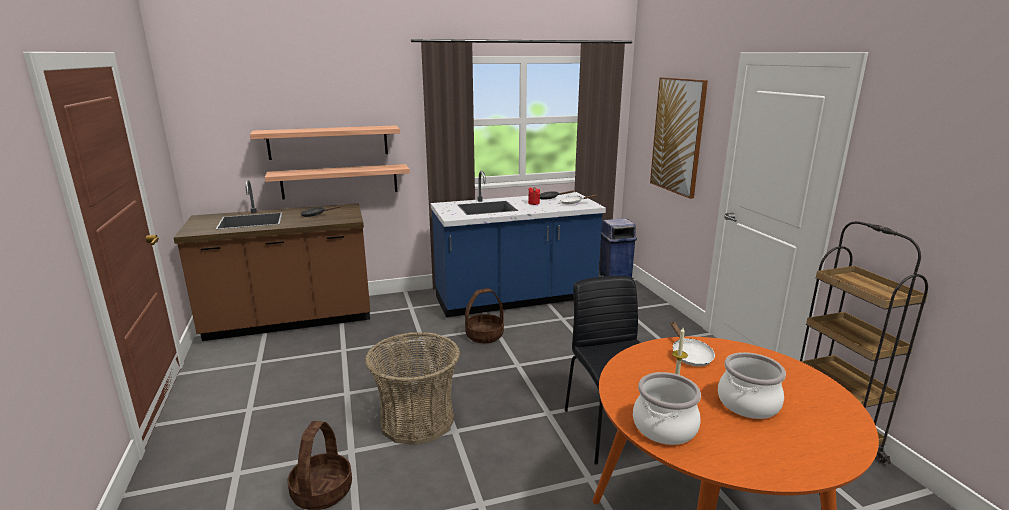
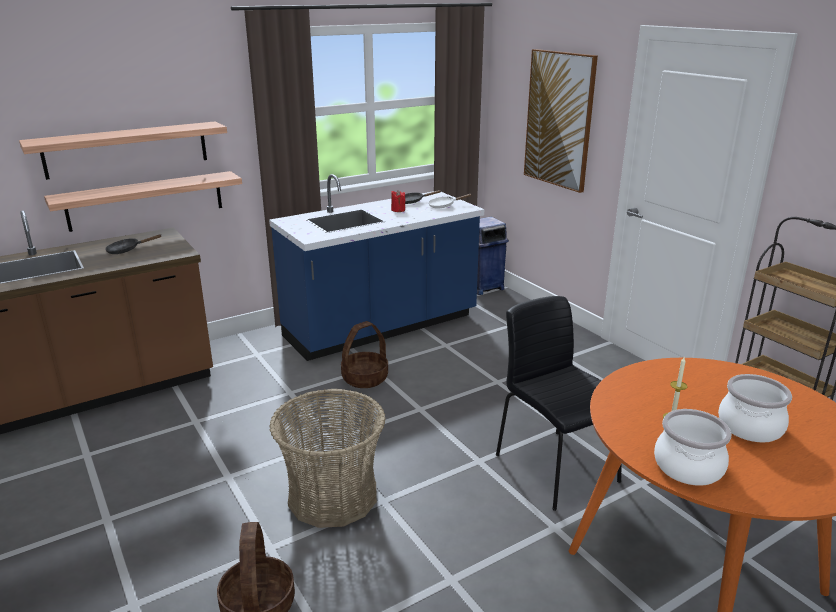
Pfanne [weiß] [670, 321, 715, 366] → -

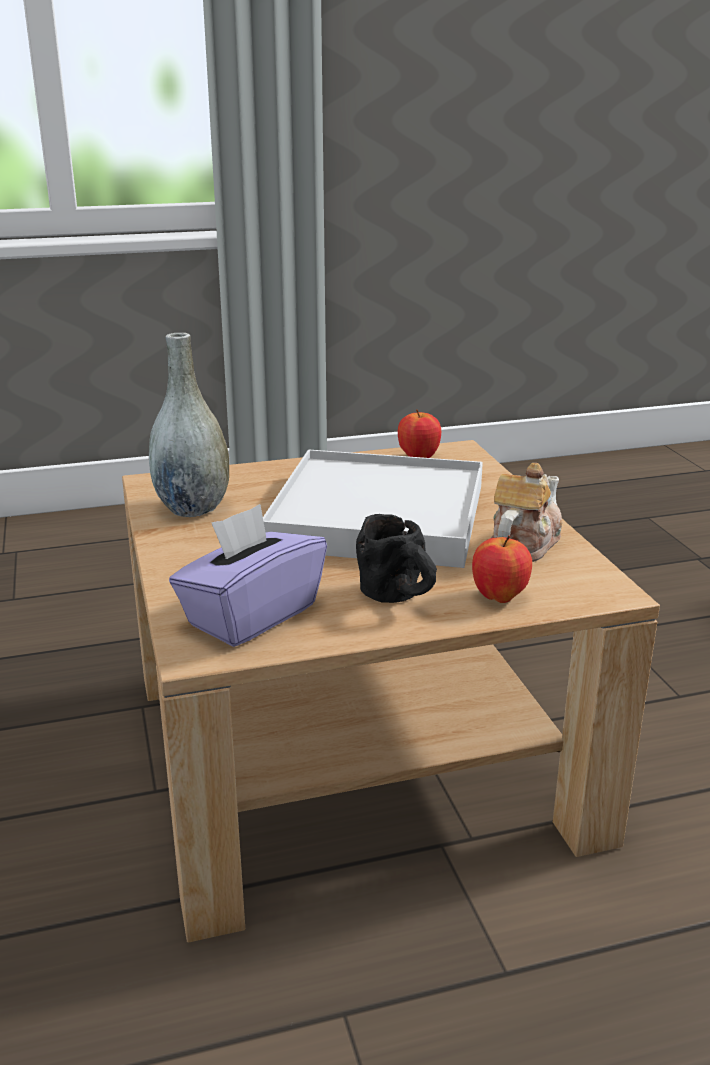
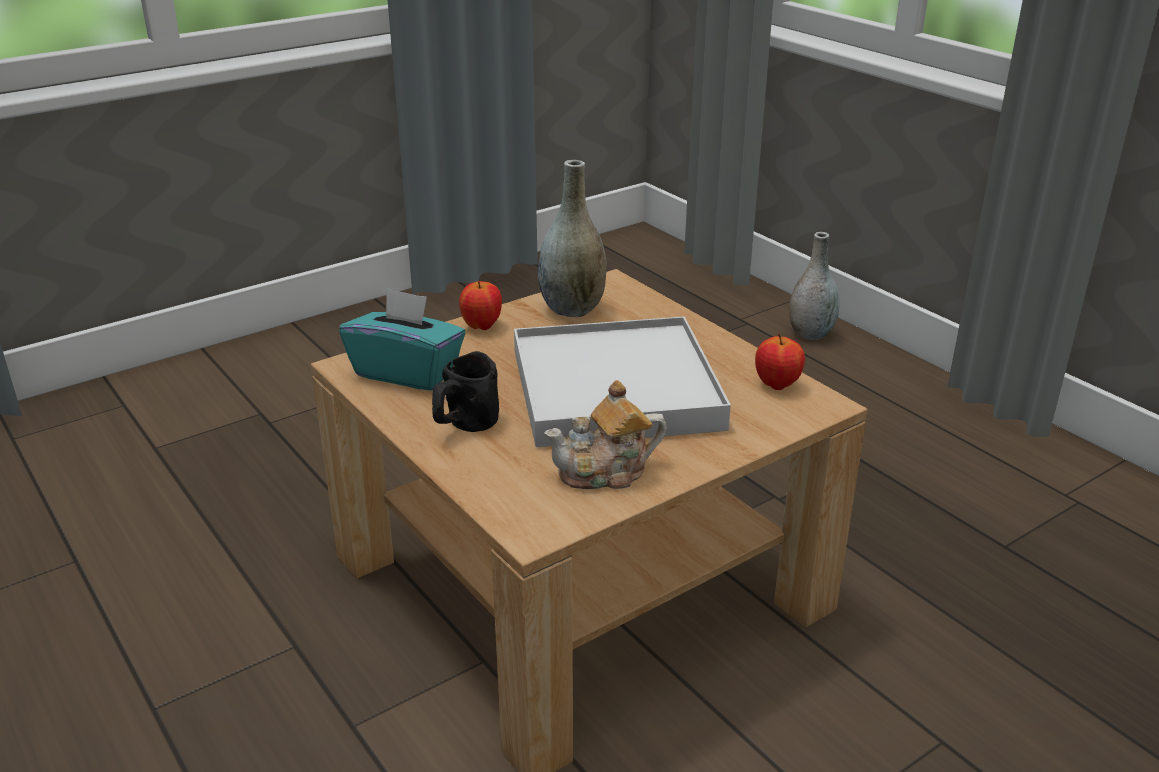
- → Vase [grau] [789, 232, 839, 340]
Apfel [472, 535, 532, 603] → Apfel [459, 281, 502, 330], move
Taschentuchbox [lila] [169, 504, 327, 647] → Taschentuchbox [türkis] [339, 288, 466, 391]
Teekanne [491, 463, 563, 562] → Teekanne [544, 380, 667, 489], 150 degrees clockwise

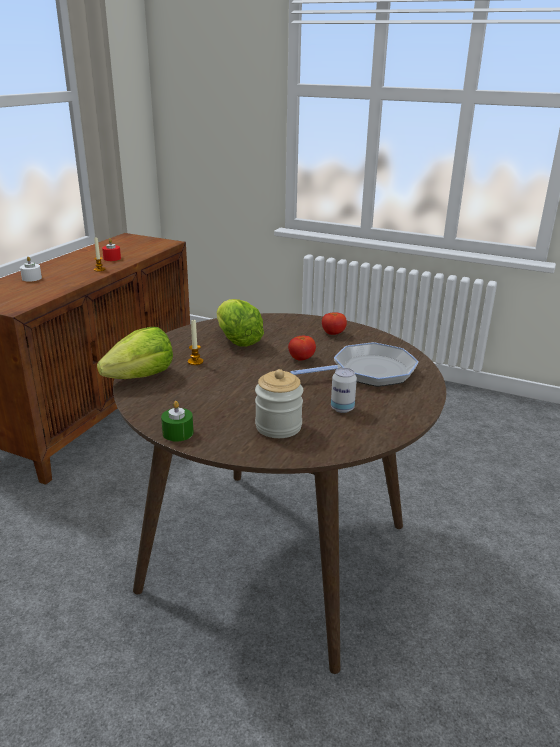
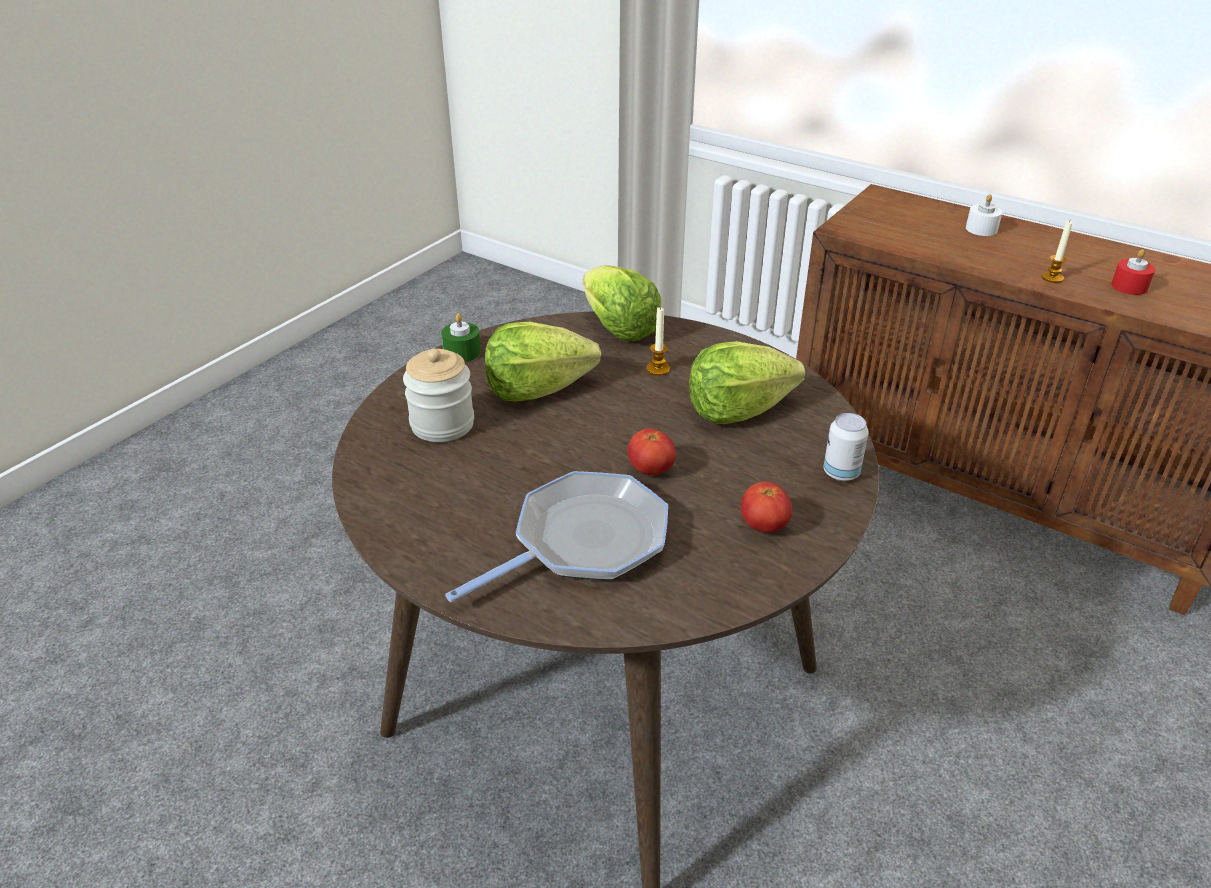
- → Salatkopf [485, 322, 601, 402]
Dose [331, 368, 357, 413] → Dose [824, 413, 869, 481], move
Pfanne [290, 342, 419, 387] → Pfanne [445, 471, 668, 602], 120 degrees counterclockwise

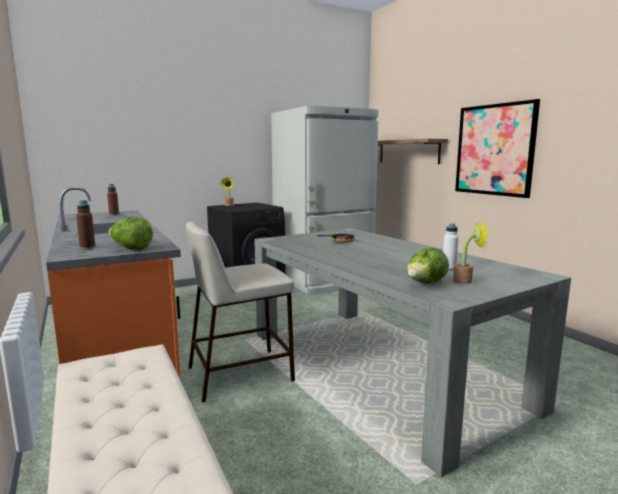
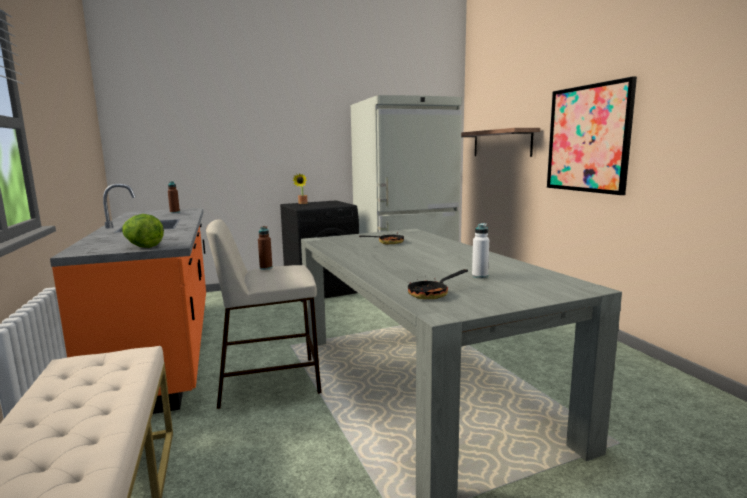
Topfpflanze [453, 221, 490, 284] → -
Flasche [braun] [76, 200, 95, 249] → Flasche [braun] [258, 226, 273, 270], move
Salatkopf [407, 248, 449, 284] → Pfanne [408, 269, 468, 299]

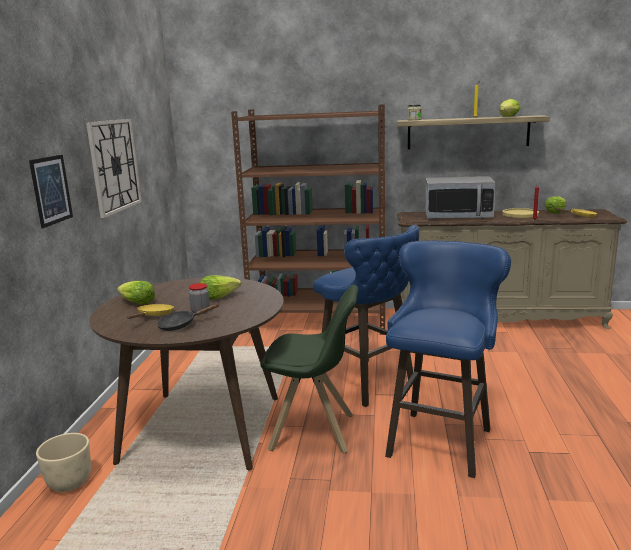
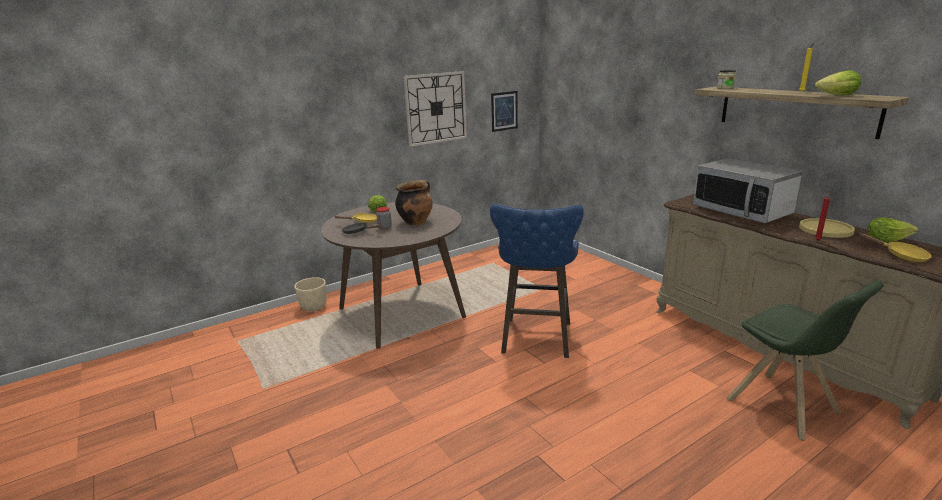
Bücherregal [braun] [231, 104, 385, 335] → -
Hocker [blau] [385, 240, 511, 478] → -
Bild [29, 155, 73, 228] → Bild [491, 91, 518, 132], move
Stuhl [grün] [260, 285, 358, 453] → Stuhl [grün] [727, 280, 884, 440], move
Salatkopf [200, 275, 241, 300] → Kochtopf [395, 180, 433, 226]

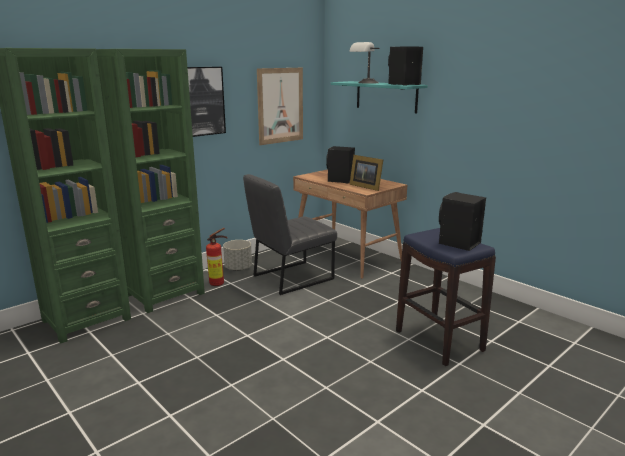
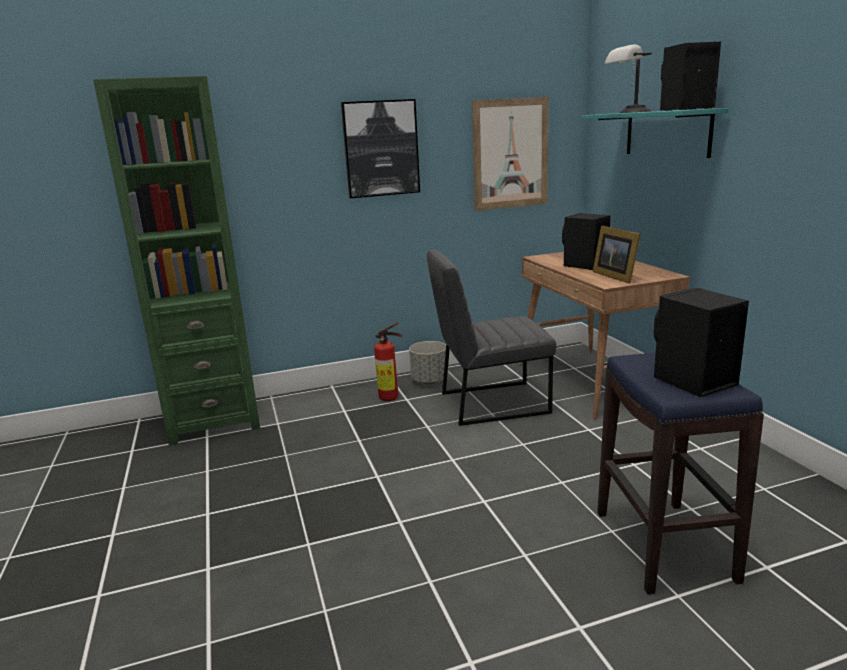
Bücherregal [grün] [96, 49, 205, 313] → -

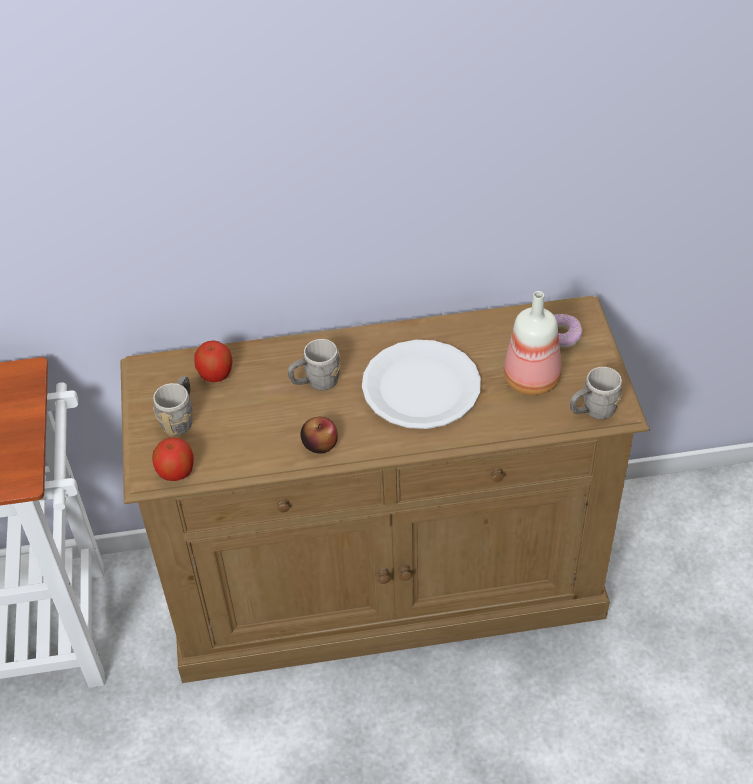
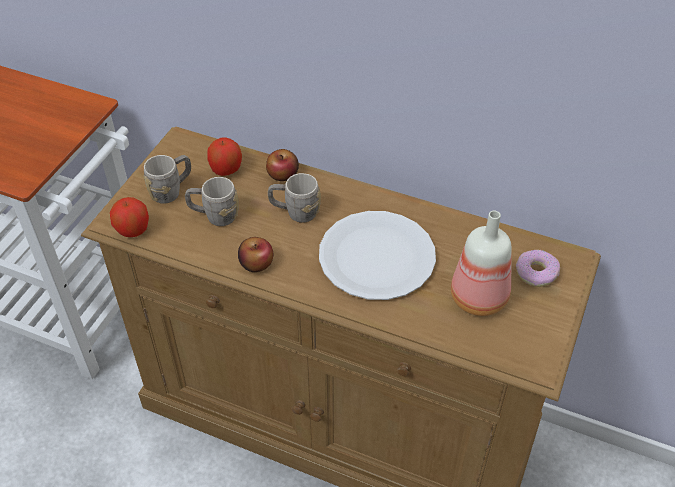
- → Apfel [266, 149, 299, 181]
Henkelbecher [grau] [570, 367, 622, 419] → Henkelbecher [grau] [185, 177, 239, 226], move

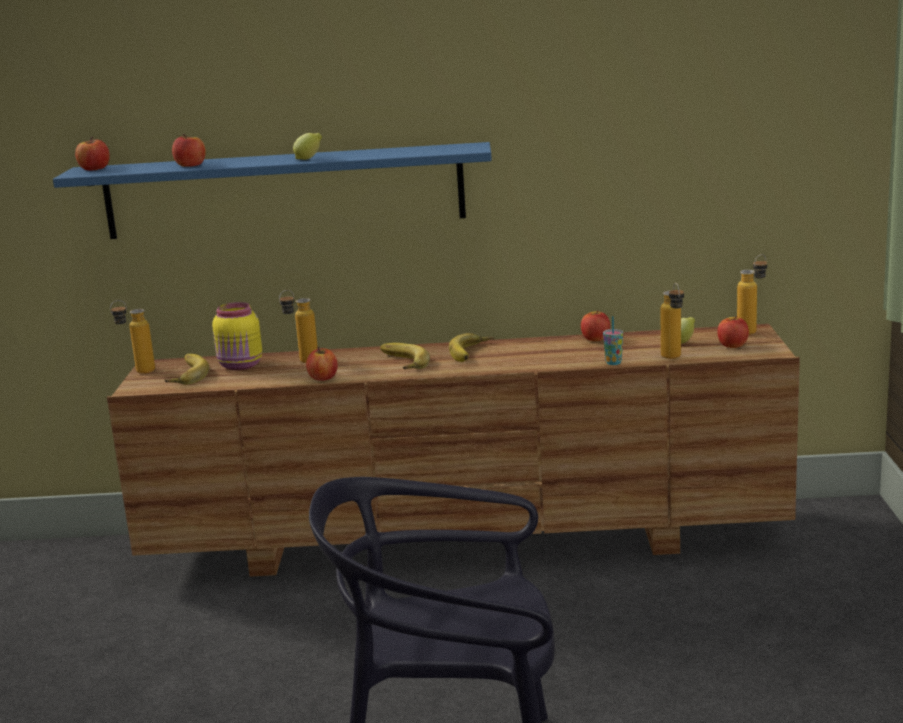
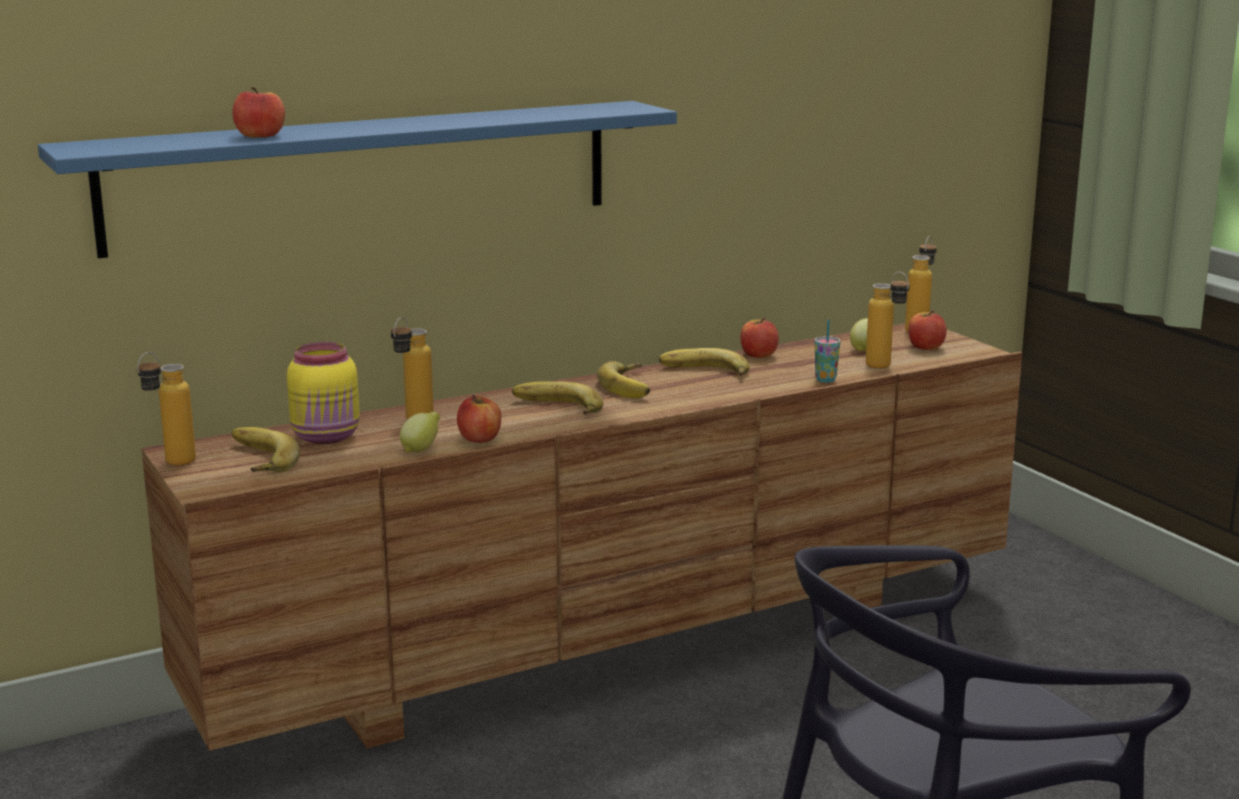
Apfel [75, 137, 110, 170] → -
- → Banane [659, 348, 750, 376]
Zitrone [293, 133, 322, 160] → Zitrone [400, 412, 440, 452], move

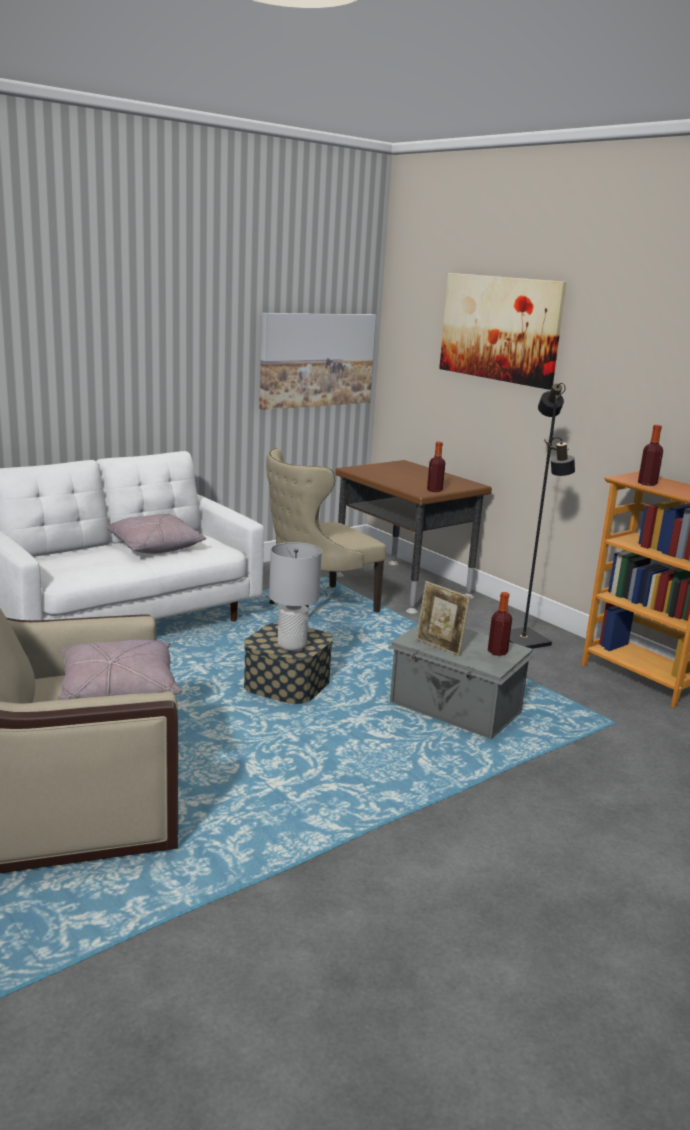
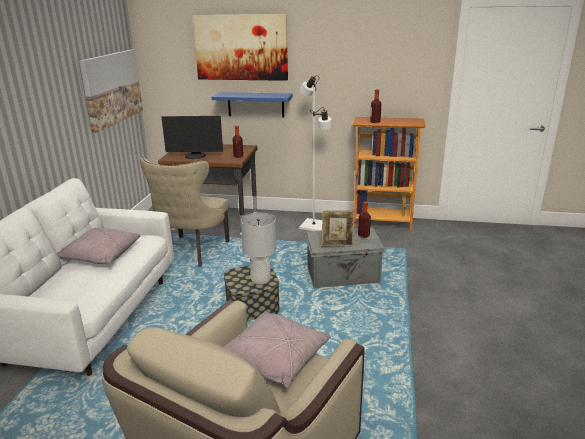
- → Monitor [161, 116, 223, 159]
- → Wandregal [blau] [211, 92, 293, 117]
Stehlampe [schwarz] [509, 383, 575, 649] → Stehlampe [weiß] [299, 75, 332, 231]

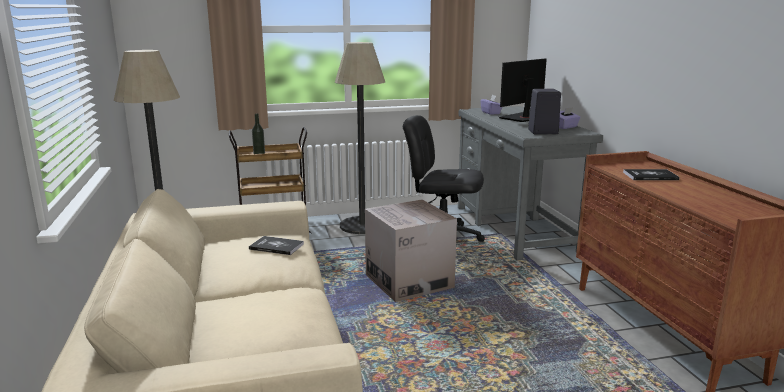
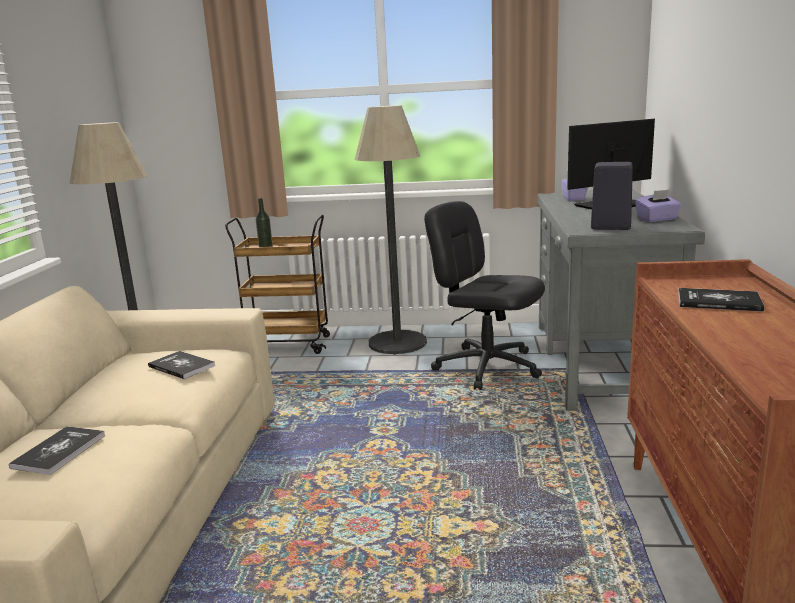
Karton [365, 200, 457, 302] → -
- → Buch [9, 426, 105, 475]

